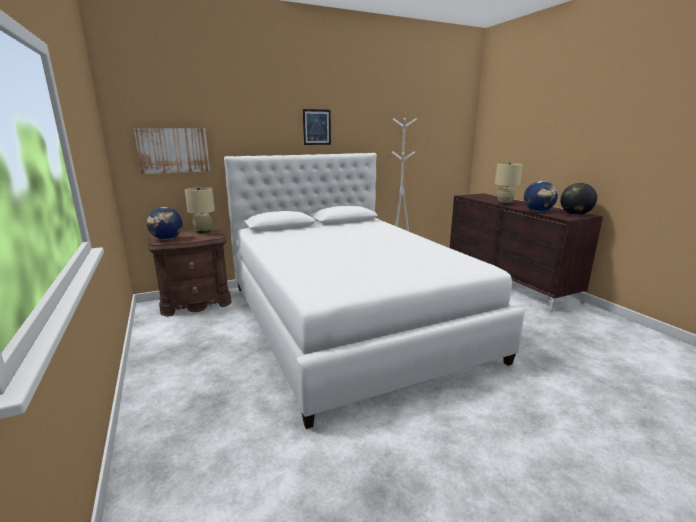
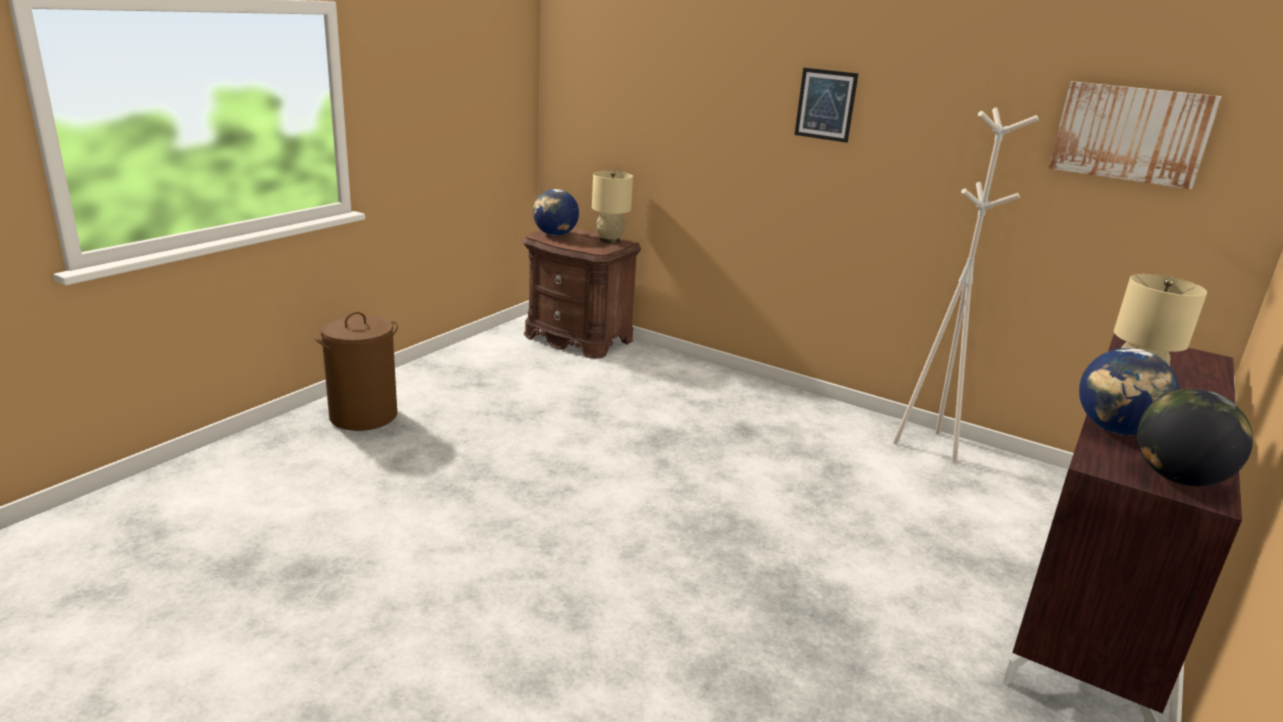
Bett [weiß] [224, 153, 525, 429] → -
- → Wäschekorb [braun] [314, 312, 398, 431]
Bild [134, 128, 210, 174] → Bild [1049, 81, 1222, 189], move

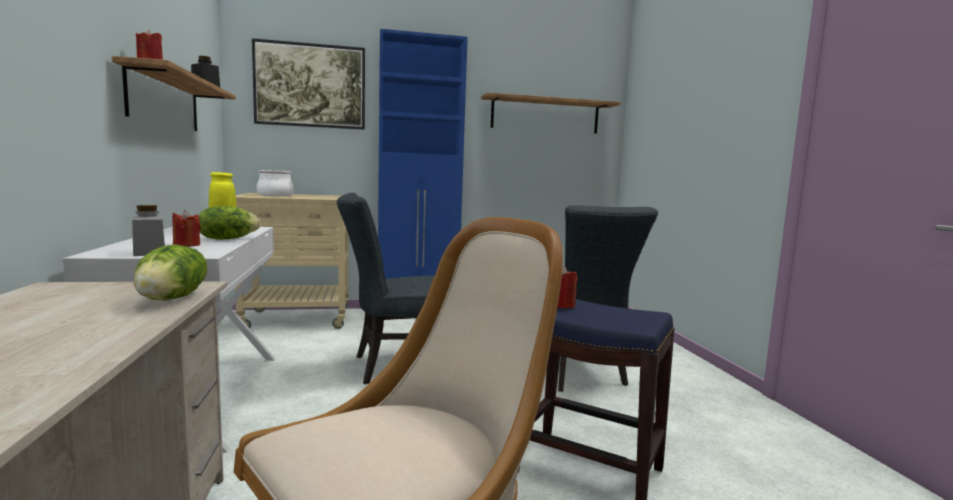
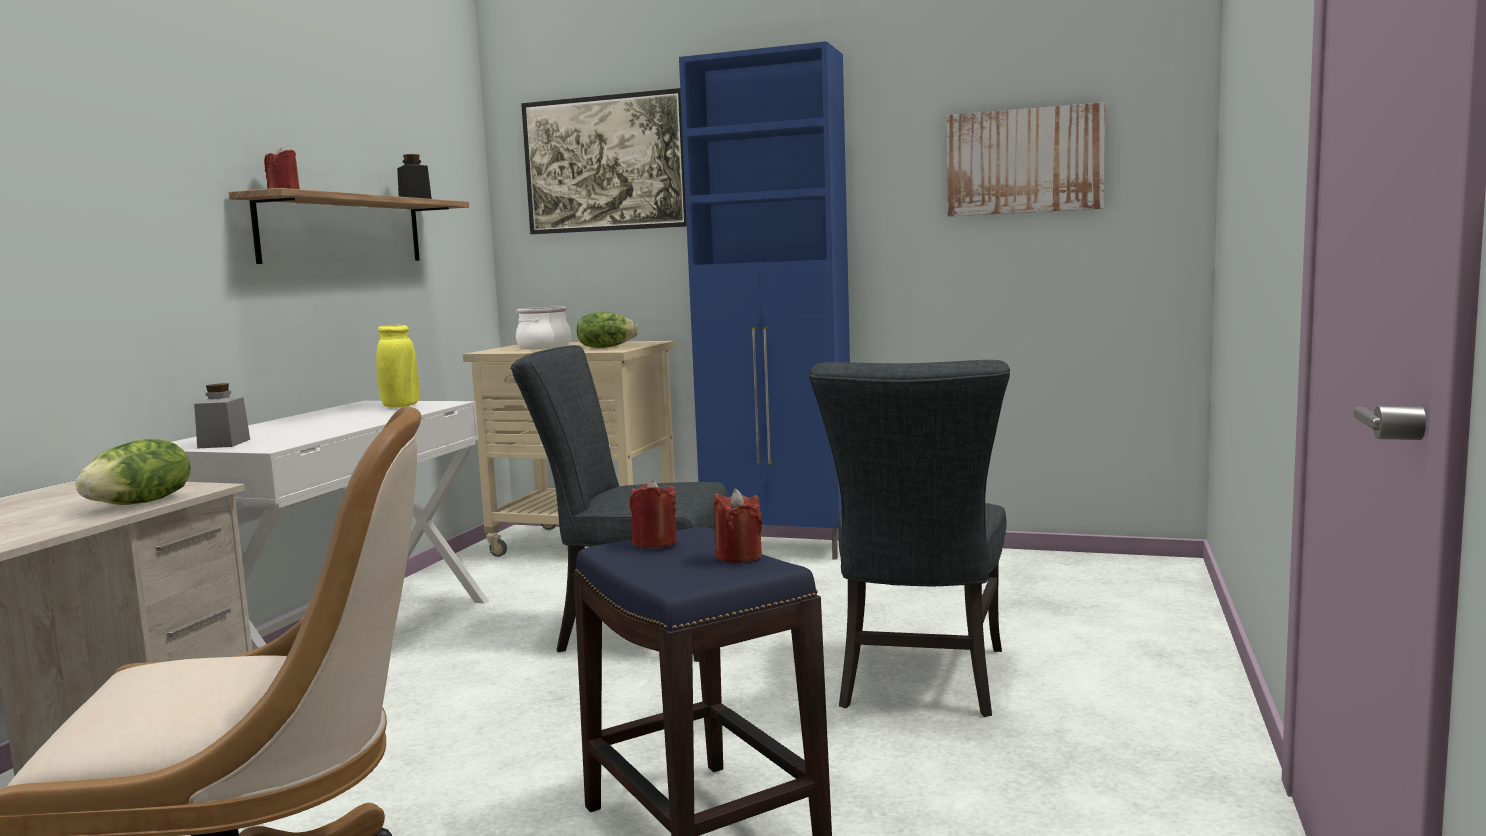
Kerze [rot] [172, 210, 201, 247] → Kerze [rot] [714, 489, 762, 563], move
Salatkopf [199, 206, 260, 240] → Salatkopf [576, 312, 638, 348], move
Wandregal [481, 93, 620, 134] → Bild [947, 102, 1105, 216]

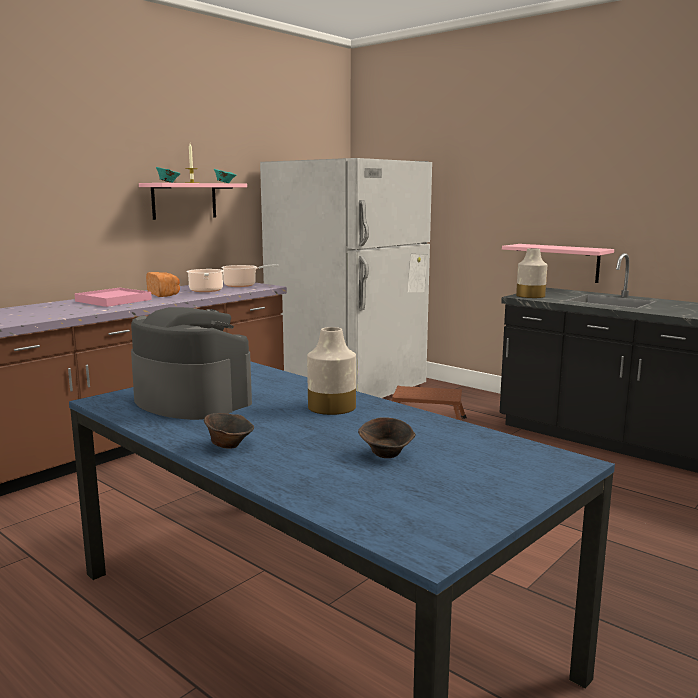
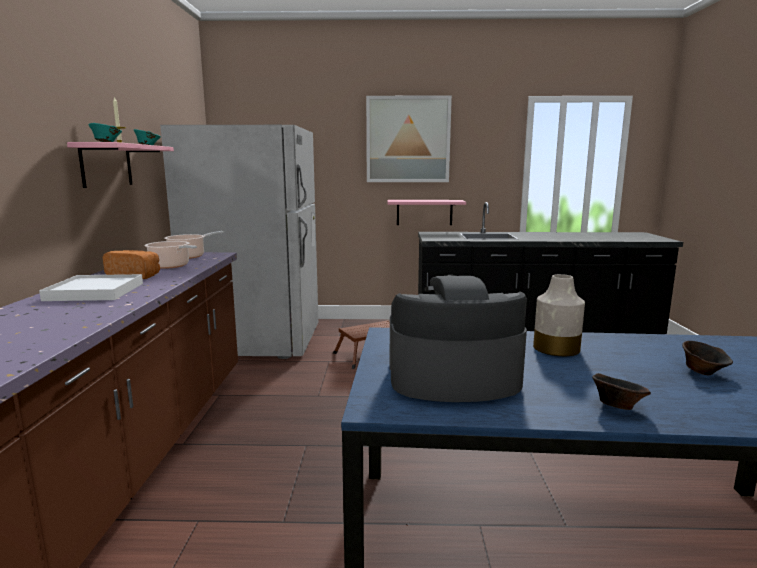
Vase [beige] [516, 248, 547, 298] → -
- → Bild [366, 95, 452, 182]
Tablett [rosa] [75, 288, 152, 307] → Tablett [weiß] [39, 274, 143, 301]

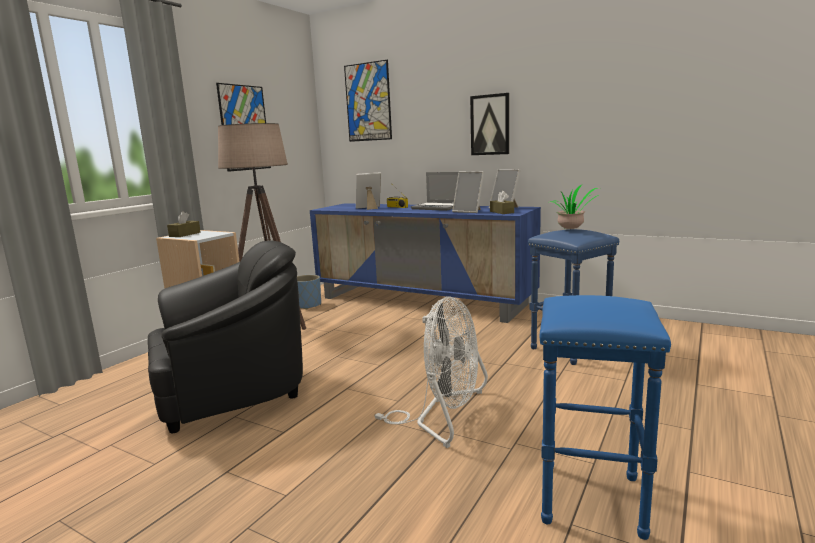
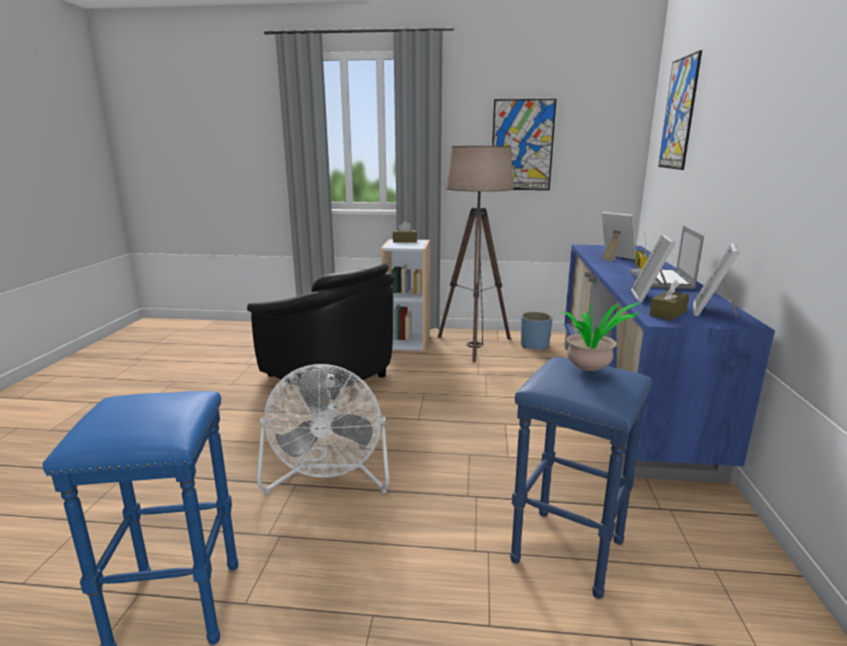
Bild [470, 93, 509, 155] → -

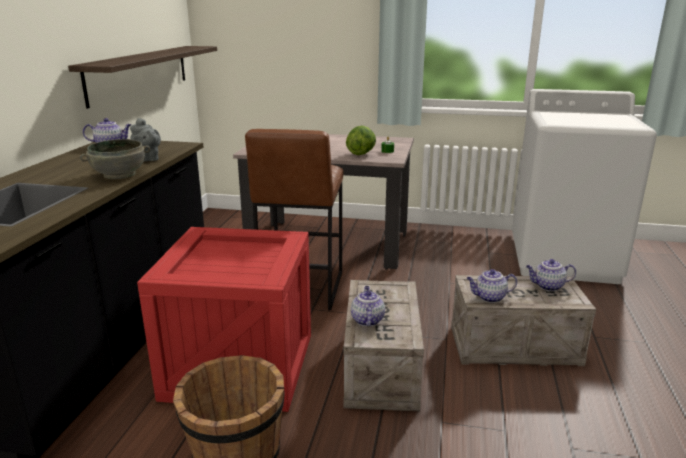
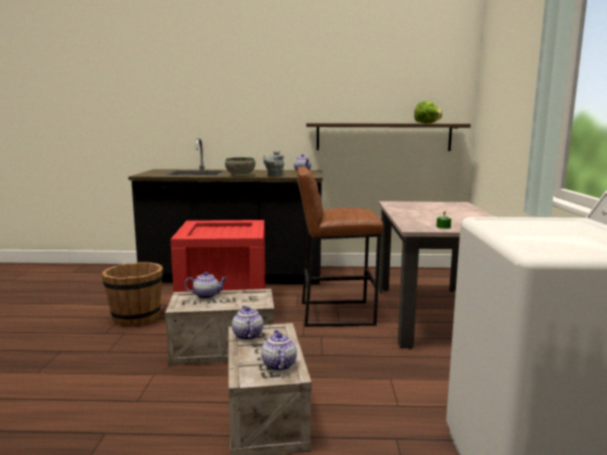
Salatkopf [346, 126, 376, 155] → Salatkopf [414, 101, 442, 123], move

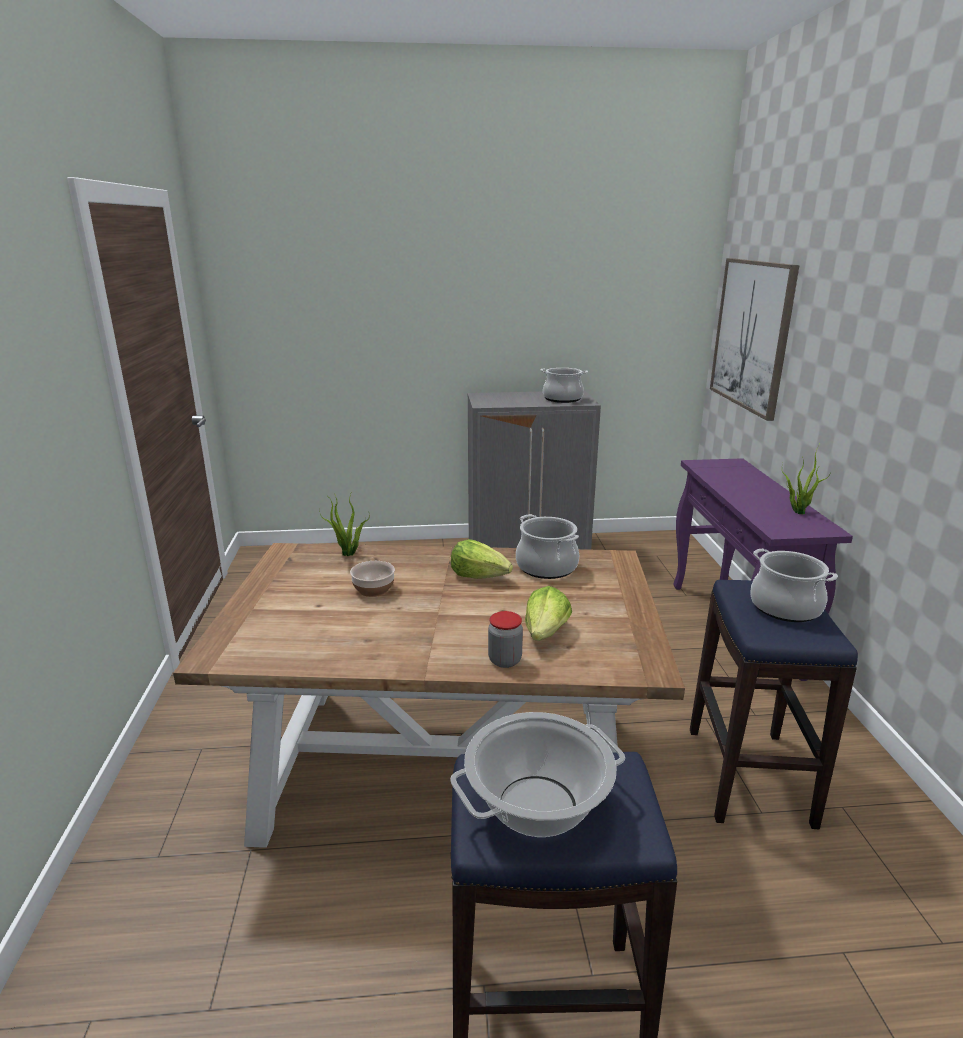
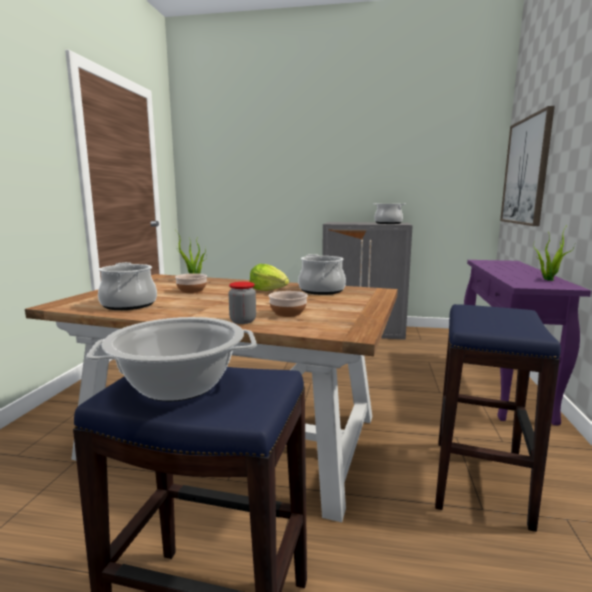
Kochtopf [750, 549, 838, 622] → Kochtopf [98, 262, 157, 310], move
Salatkopf [525, 586, 572, 641] → Schüssel [269, 291, 308, 317]

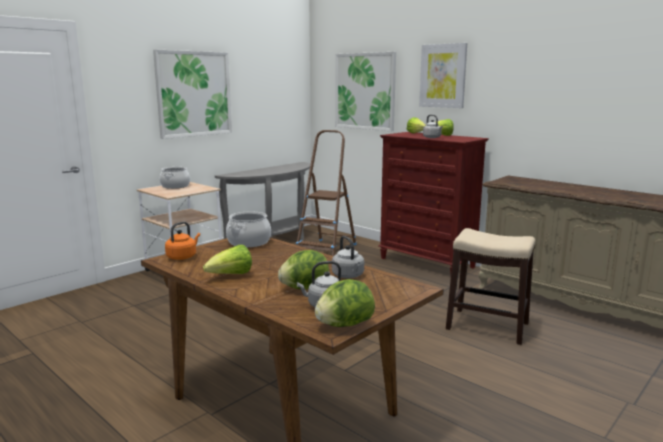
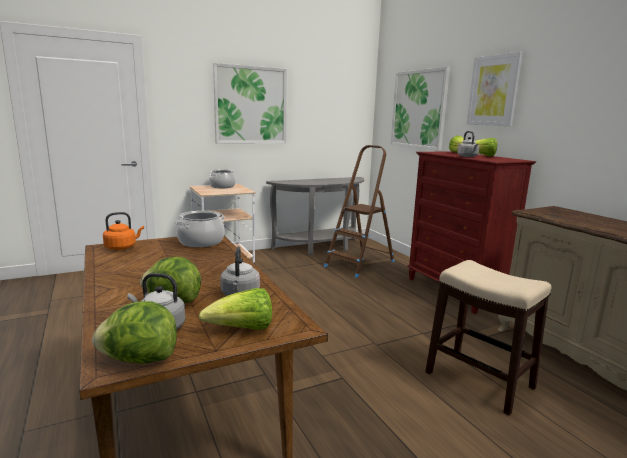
Salatkopf [203, 245, 252, 274] → Salatkopf [198, 288, 272, 330], move

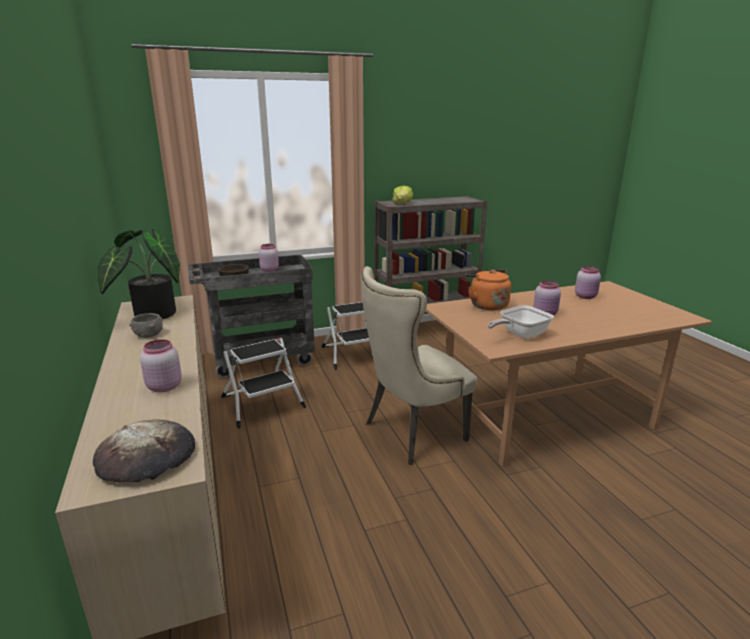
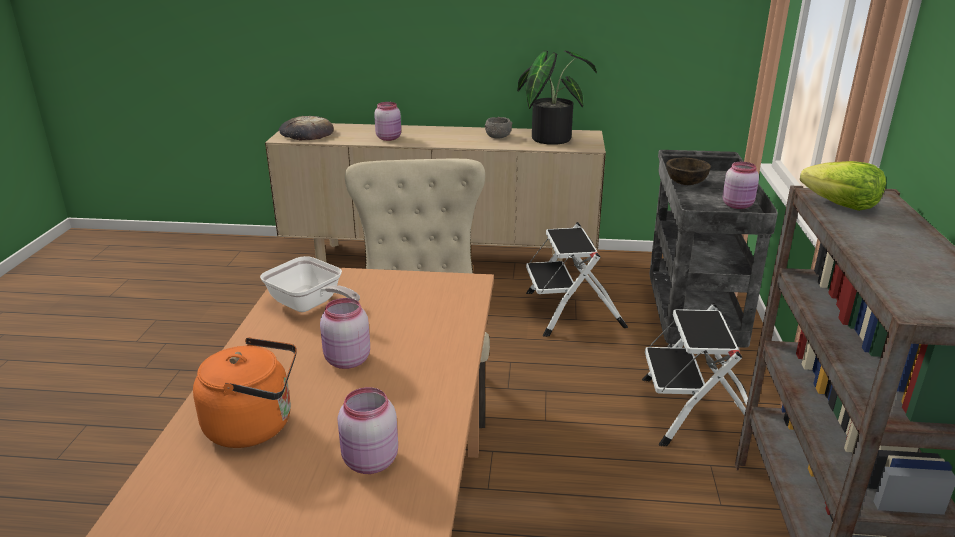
Wasserkessel [orange] [465, 269, 511, 310] → Wasserkessel [orange] [193, 337, 297, 448], move
Pfanne [488, 305, 554, 339] → Pfanne [260, 256, 360, 312], 135 degrees clockwise

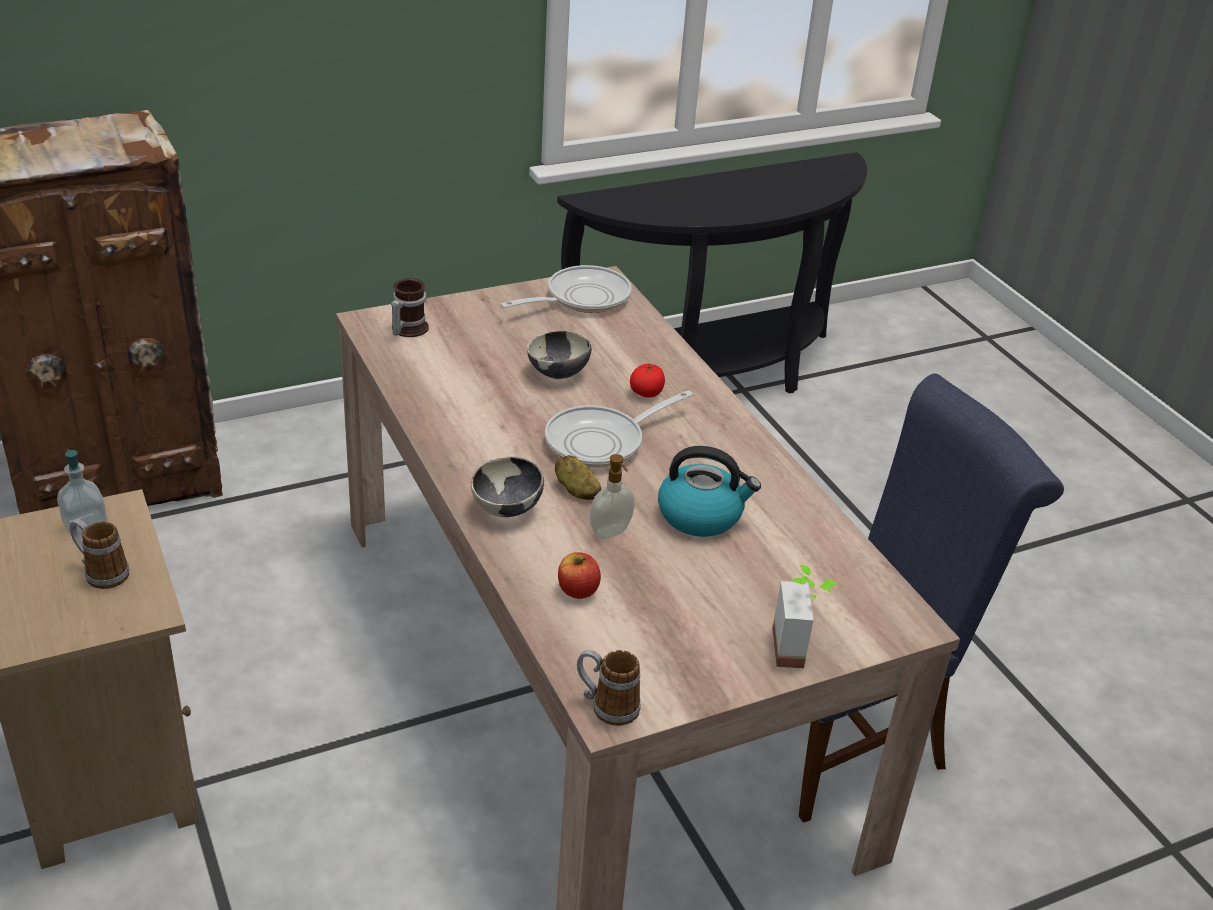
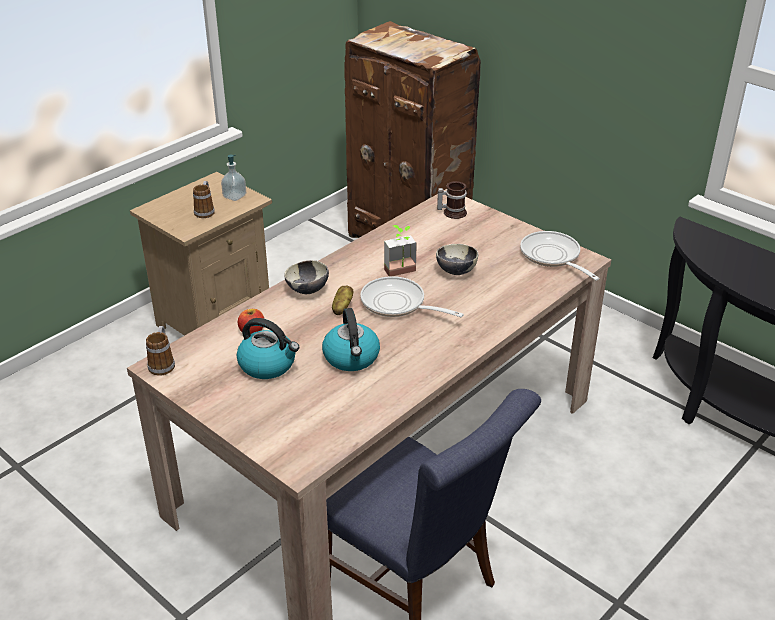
Seifenspender [590, 454, 635, 539] → -
Tomate [630, 364, 665, 397] → -
- → Wasserkessel [237, 318, 299, 379]
Topfpflanze [772, 565, 838, 668] → Topfpflanze [384, 225, 417, 277], move
Pfanne [500, 265, 632, 313] → Pfanne [520, 231, 600, 280], 150 degrees counterclockwise

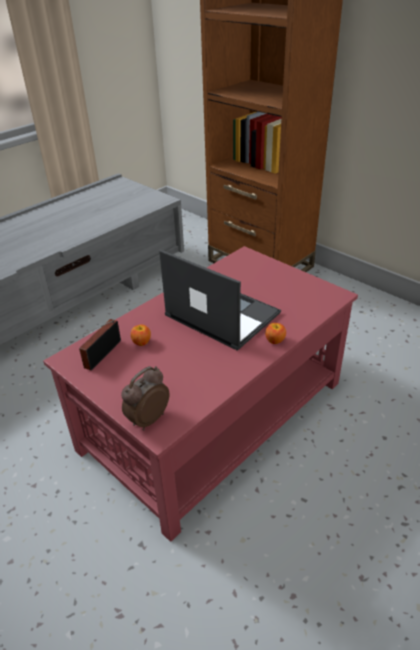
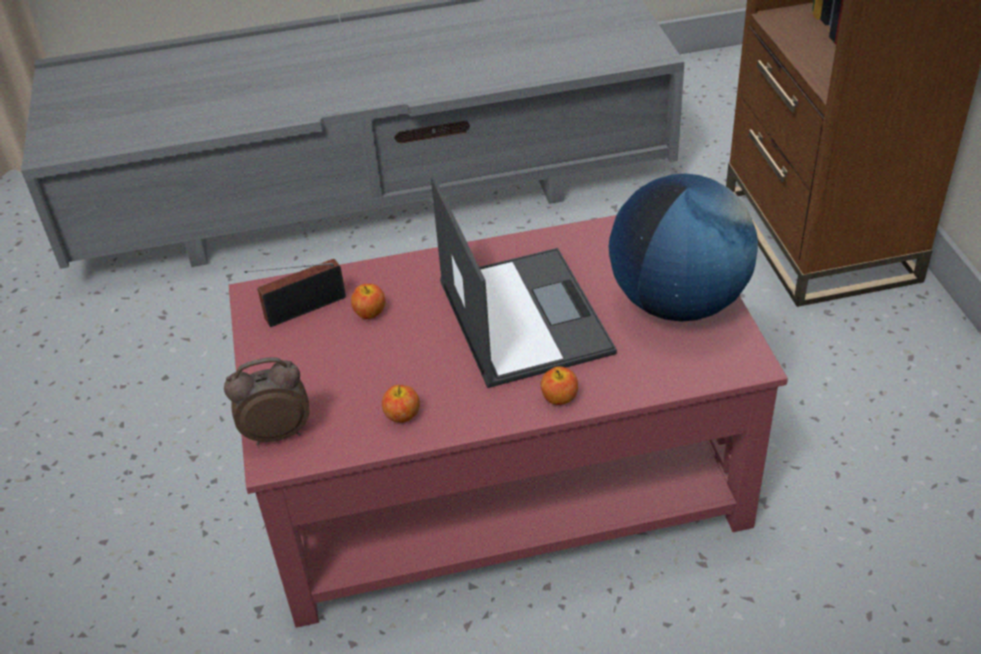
- → Apfel [382, 385, 420, 423]
- → Globus [609, 174, 758, 322]

